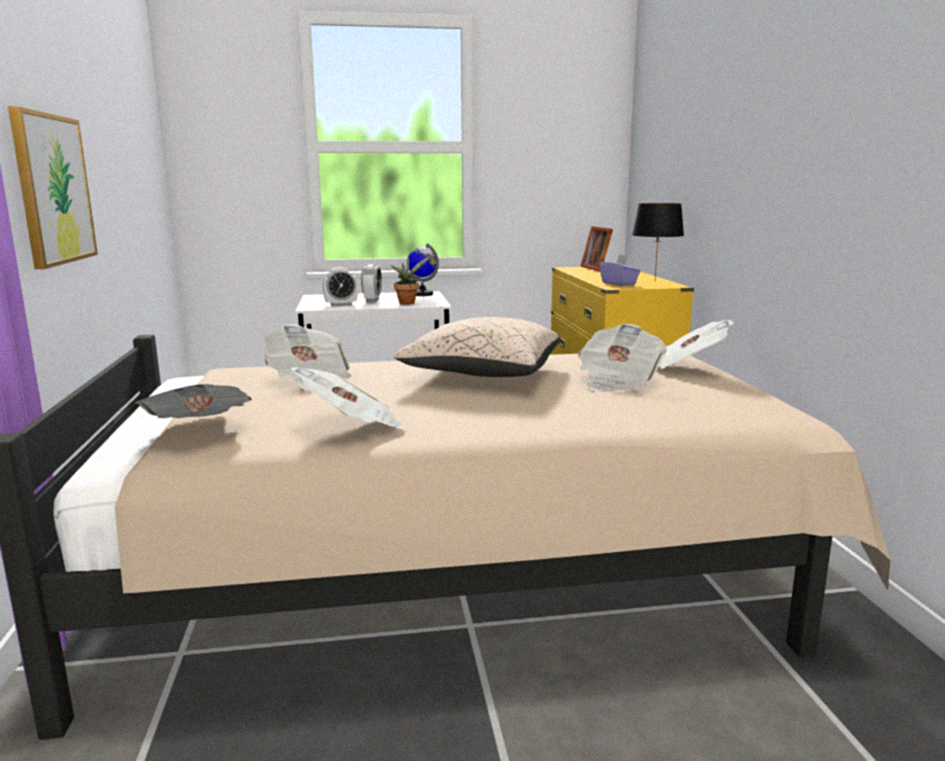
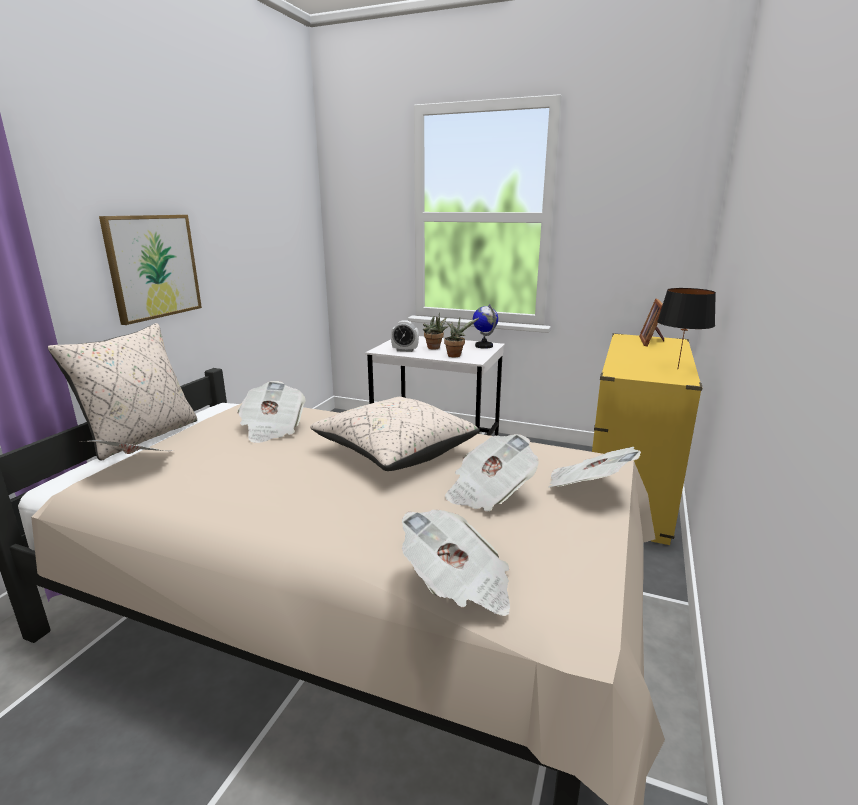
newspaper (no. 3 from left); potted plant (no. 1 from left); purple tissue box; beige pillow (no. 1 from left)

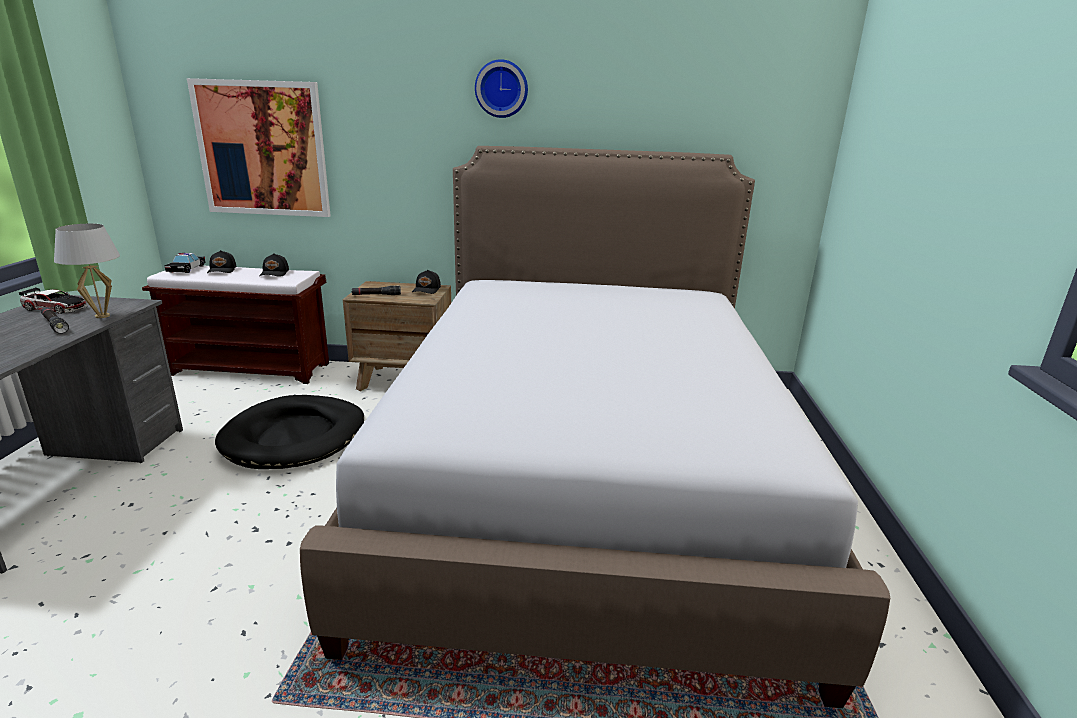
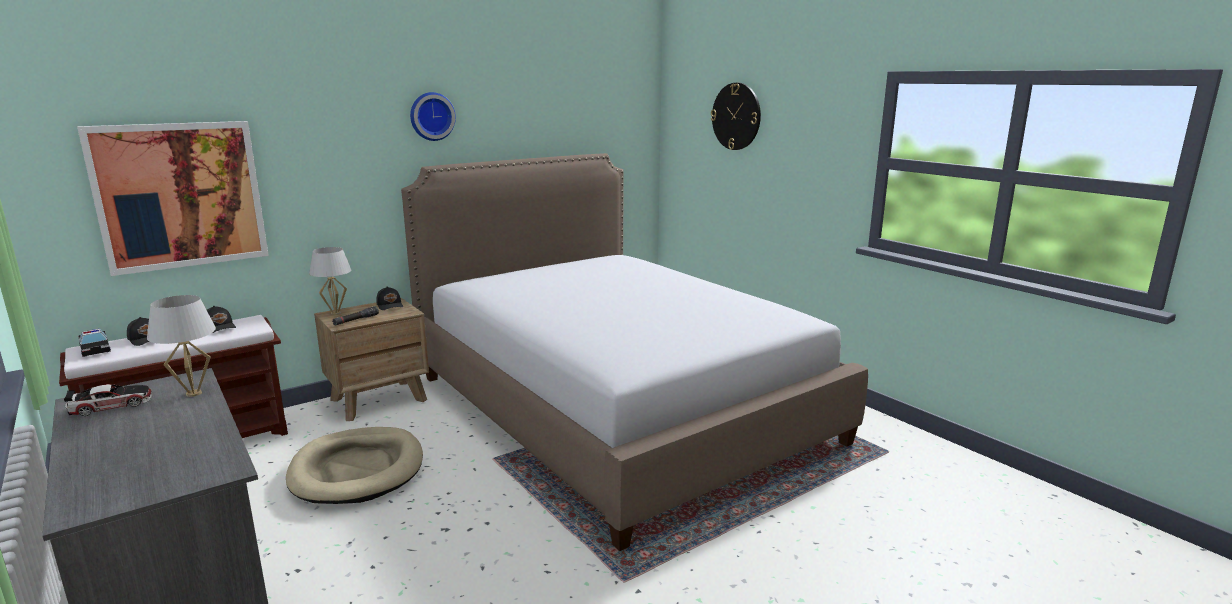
black flashlight (no. 1 from left in the first image); beige dog bed; white table lamp (no. 2 from left); wall clock (no. 2 from left)

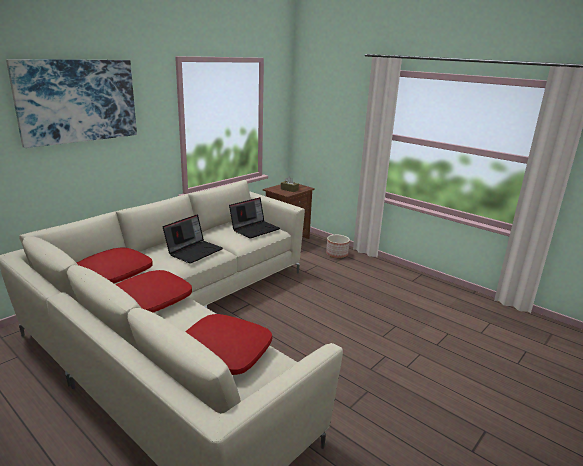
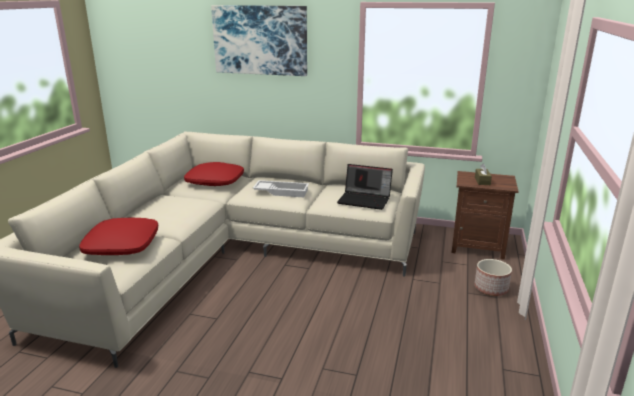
red pillow (no. 2 from left in the first image); white tray

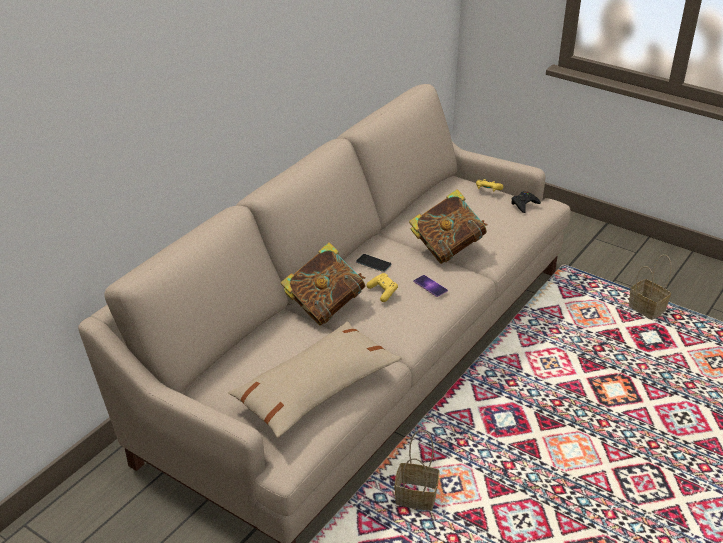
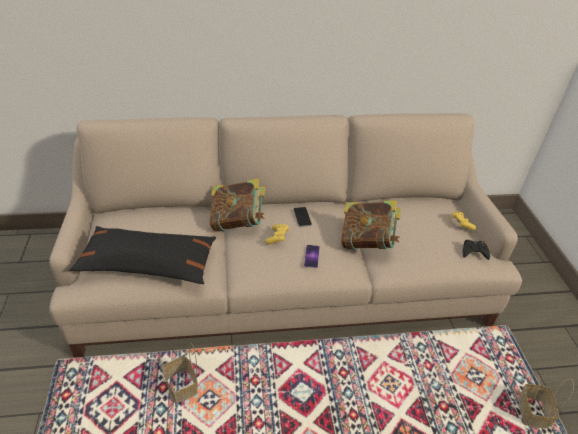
black pillow

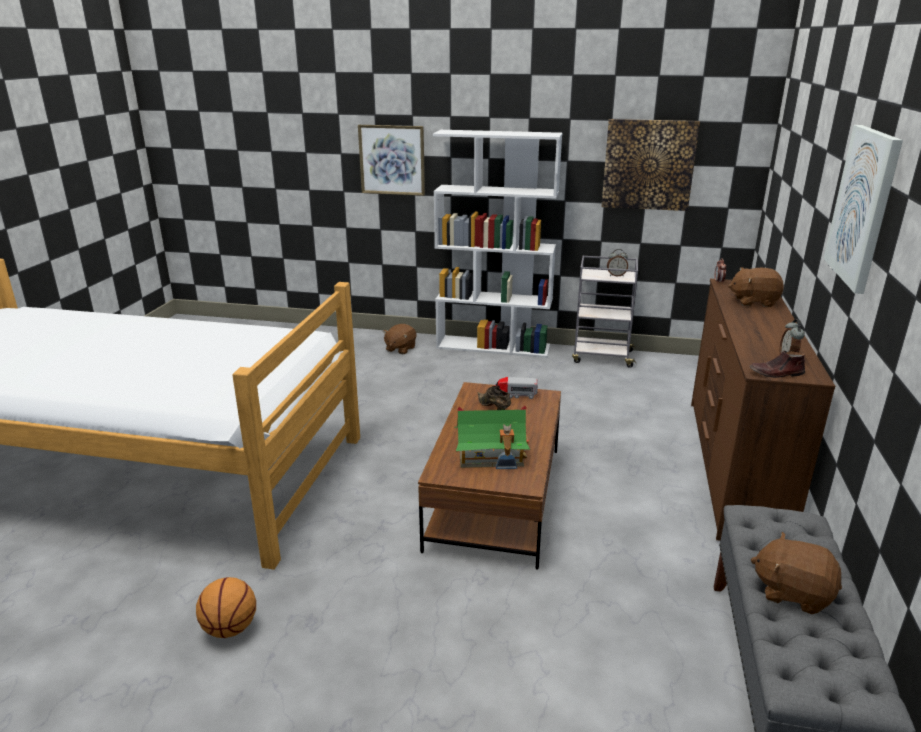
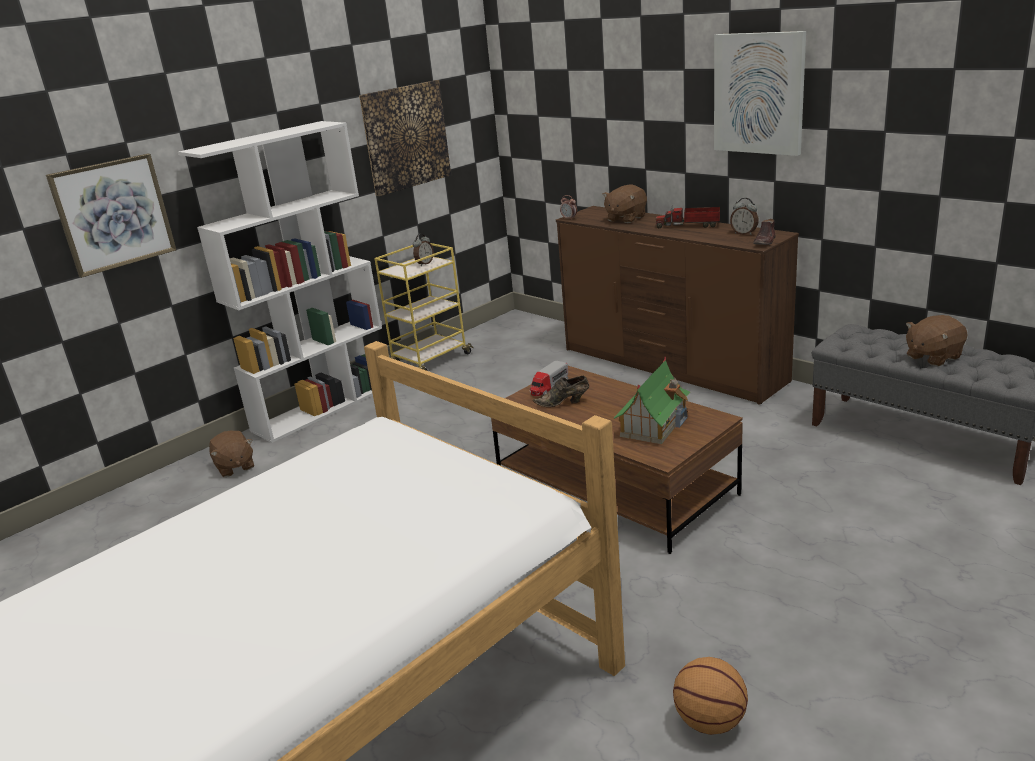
yellow cart; toy truck (no. 2 from left)

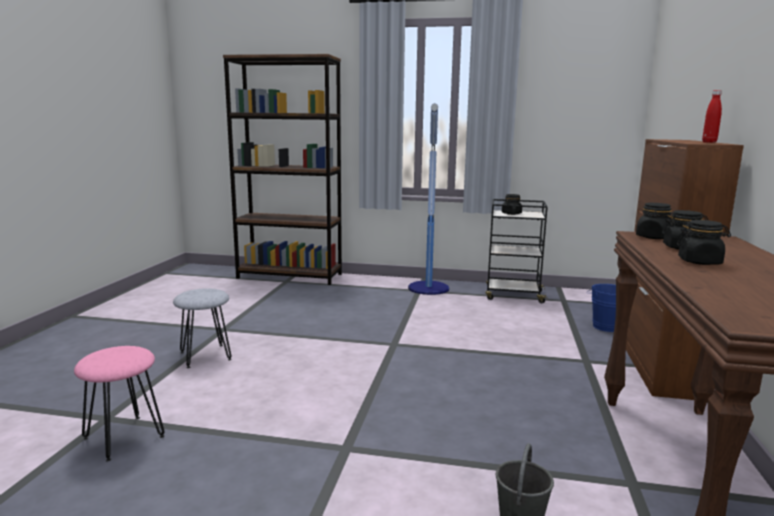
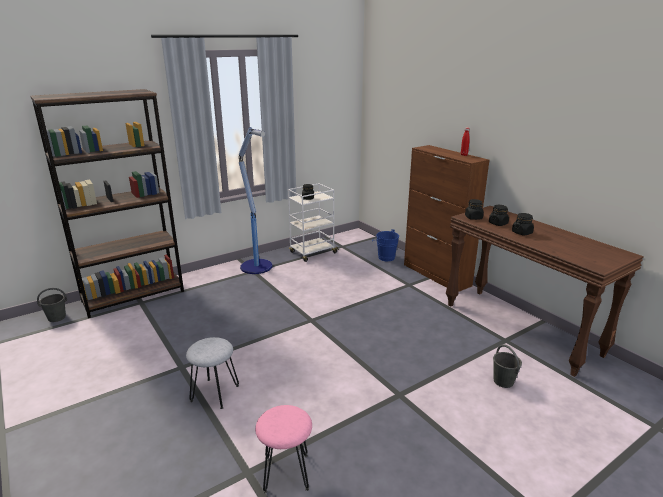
white cart; grey bucket (no. 1 from left)

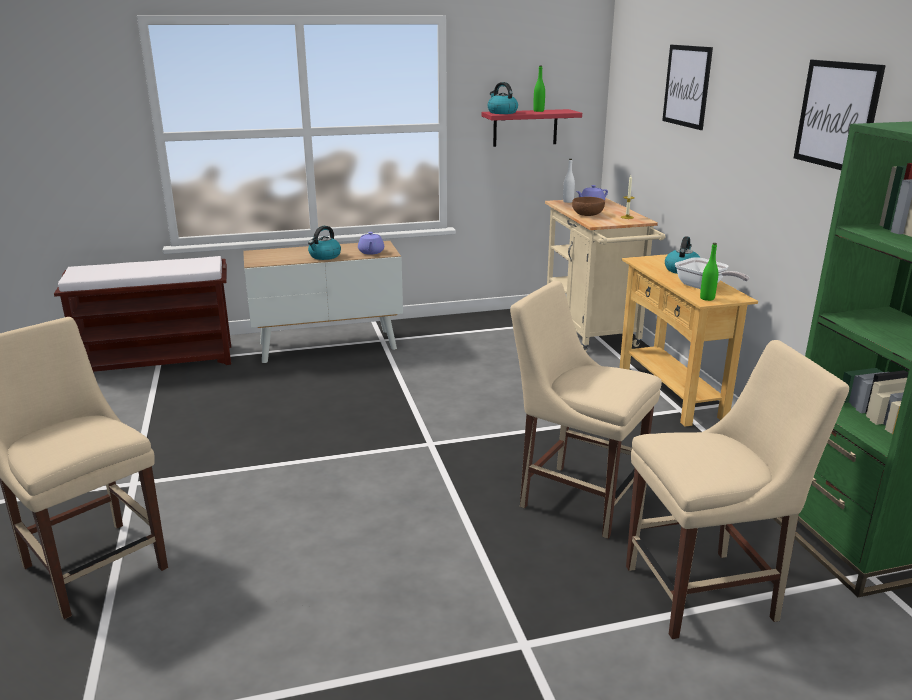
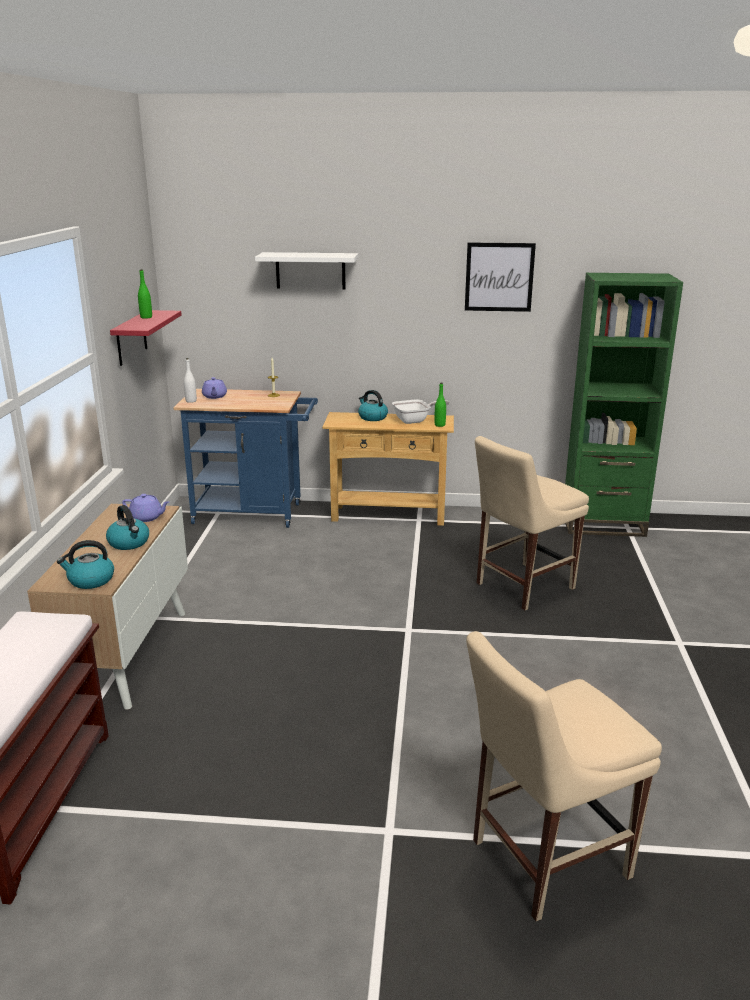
kettle (no. 1 from left); blue cart; brown bowl; beige chair (no. 3 from left in the first image); white shelf

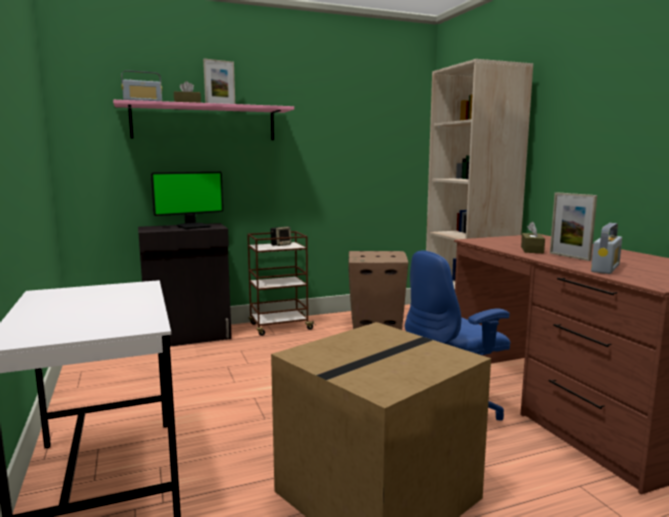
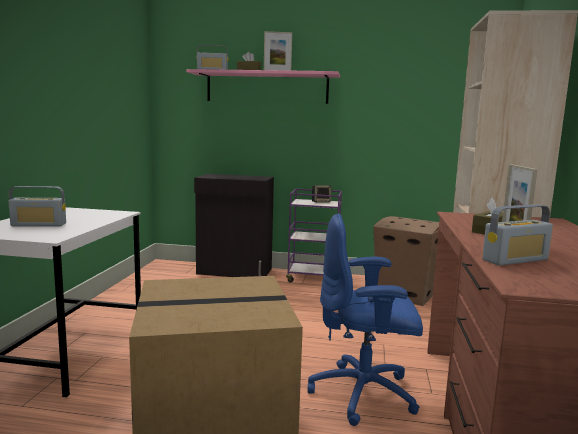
monitor; purple cart; radio (no. 1 from left)

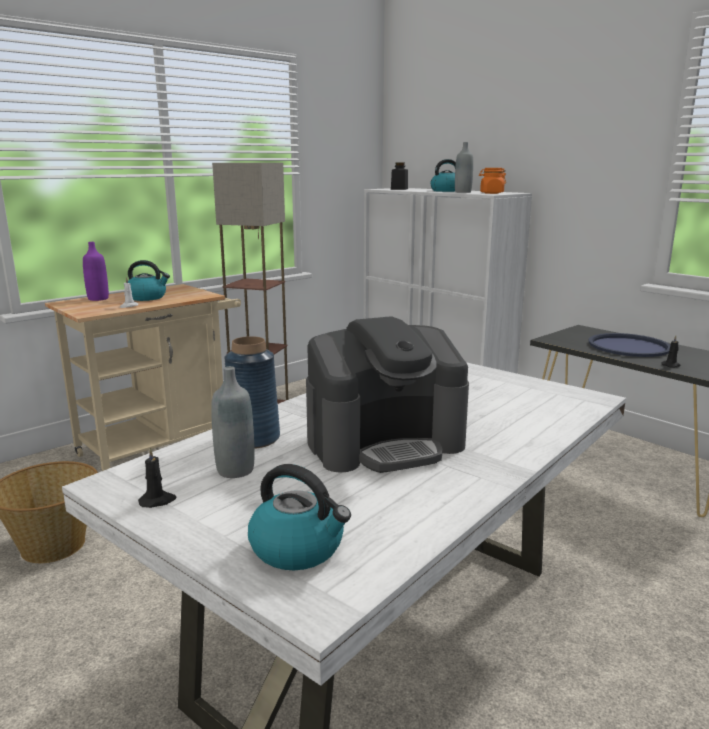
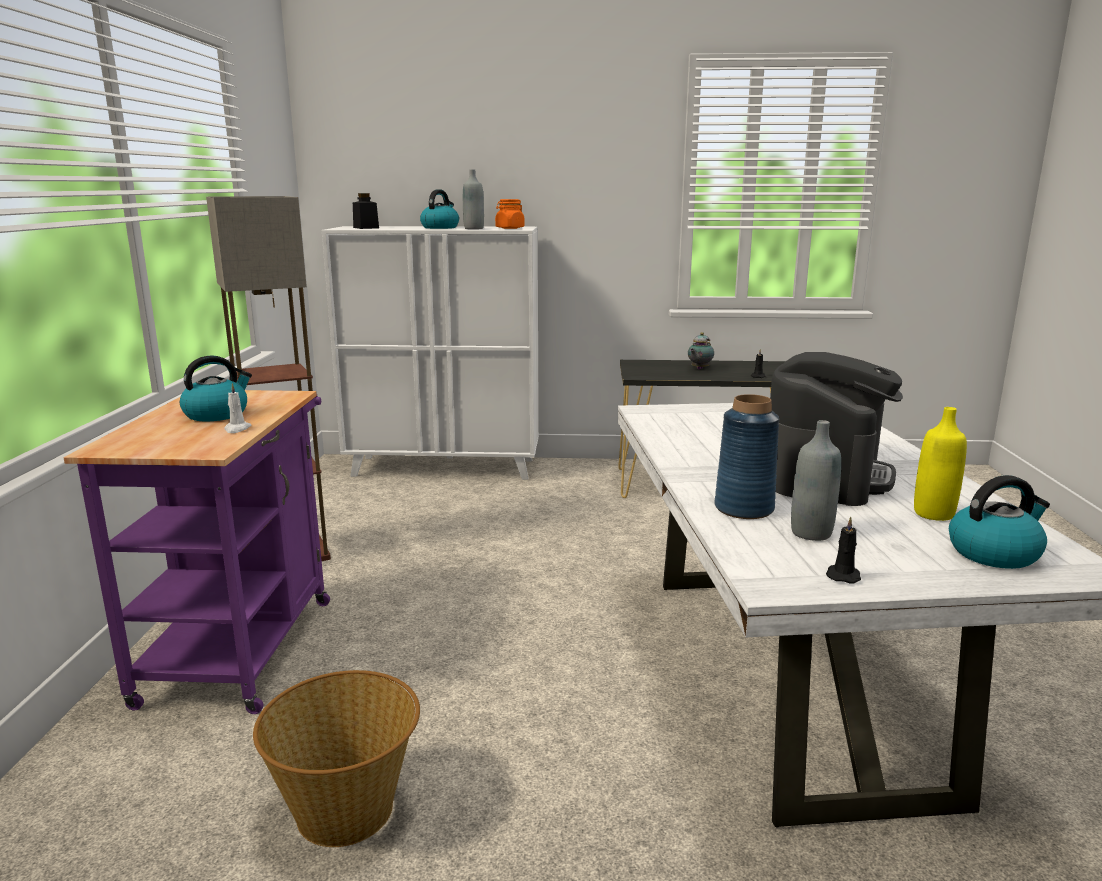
purple cart; purple bottle; teapot; yellow bottle

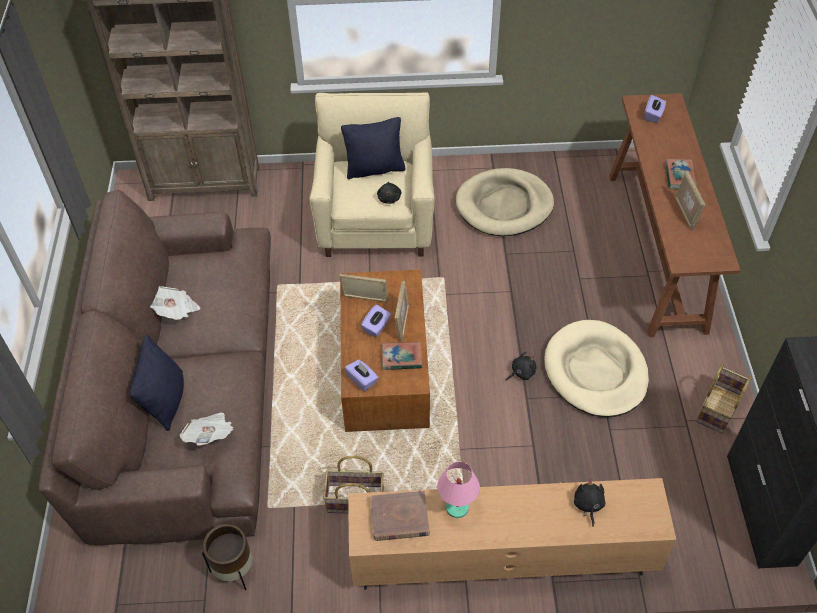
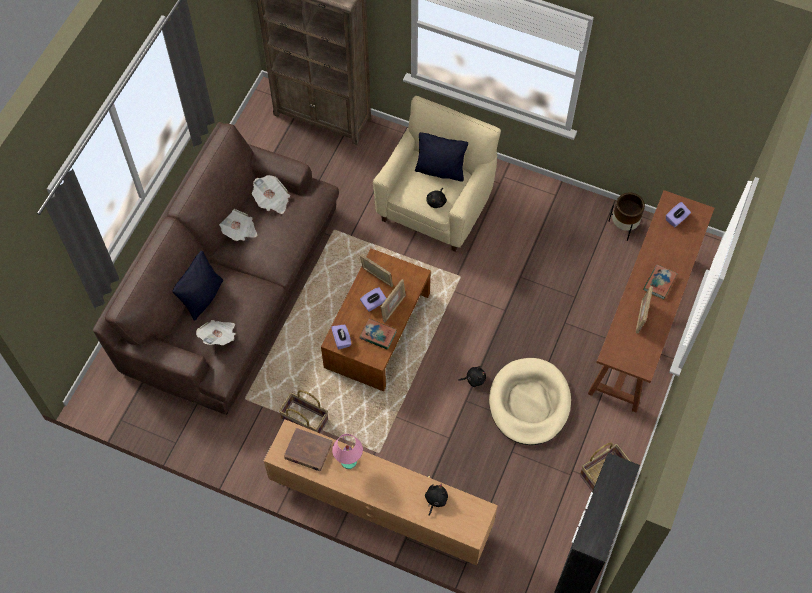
brown planter; beige dog bed (no. 1 from left in the first image); newspaper (no. 3 from left)

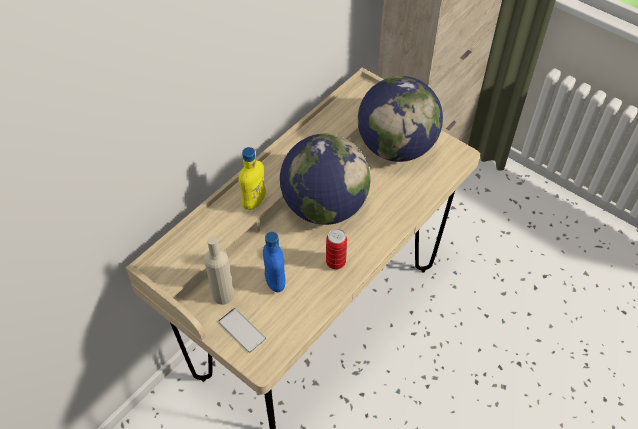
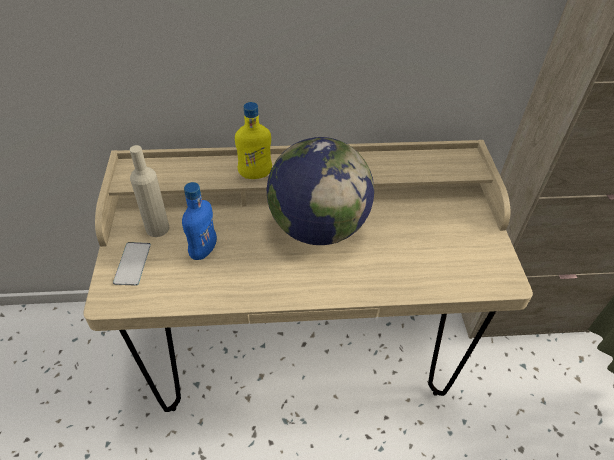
can; globe (no. 2 from left in the first image)

